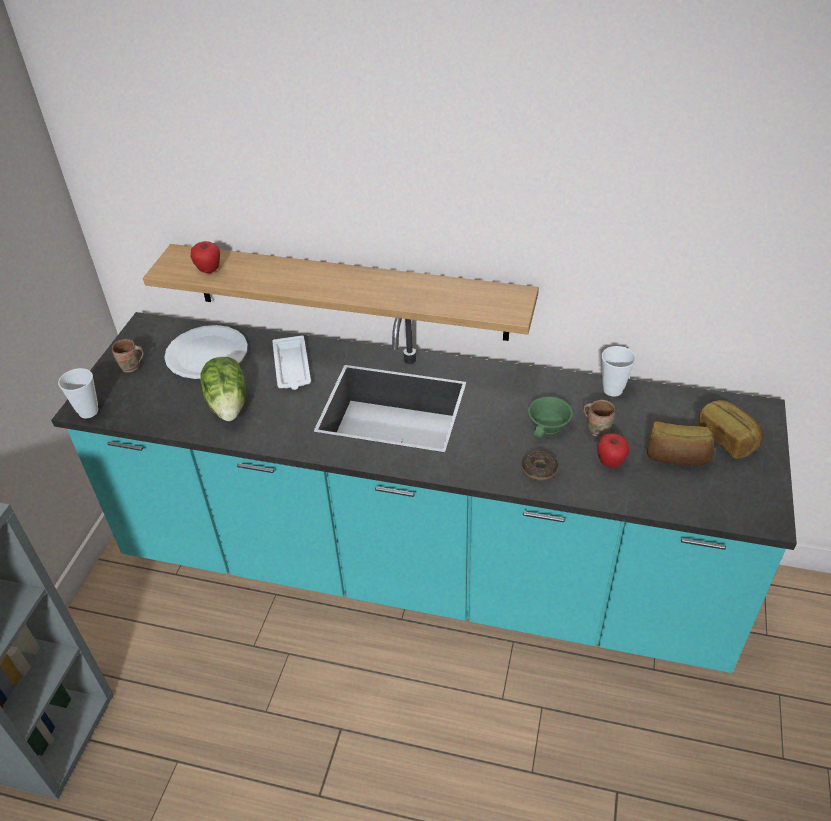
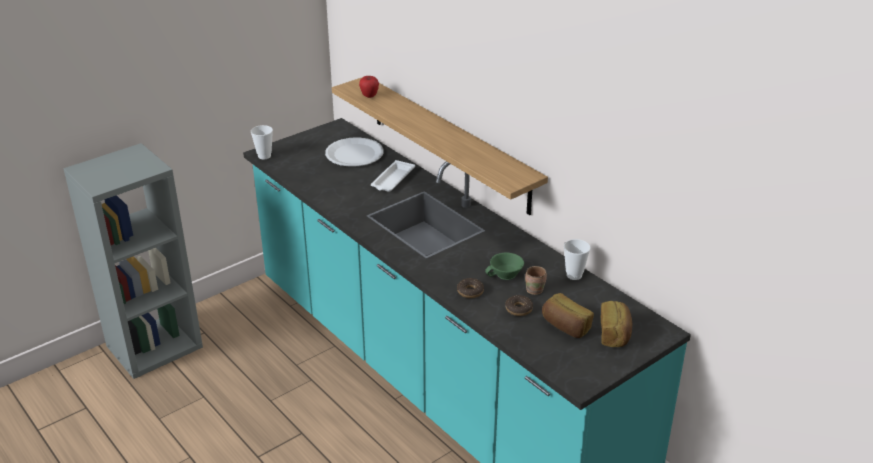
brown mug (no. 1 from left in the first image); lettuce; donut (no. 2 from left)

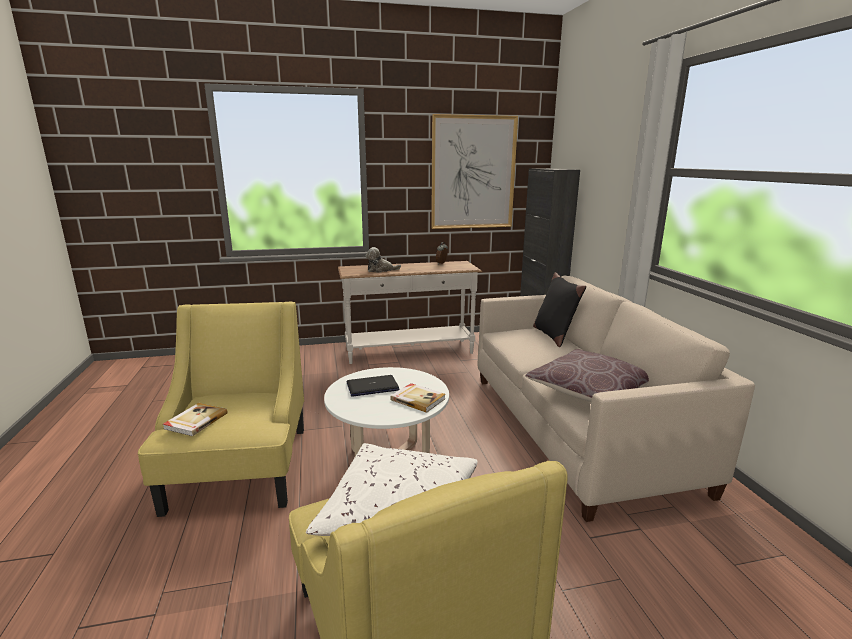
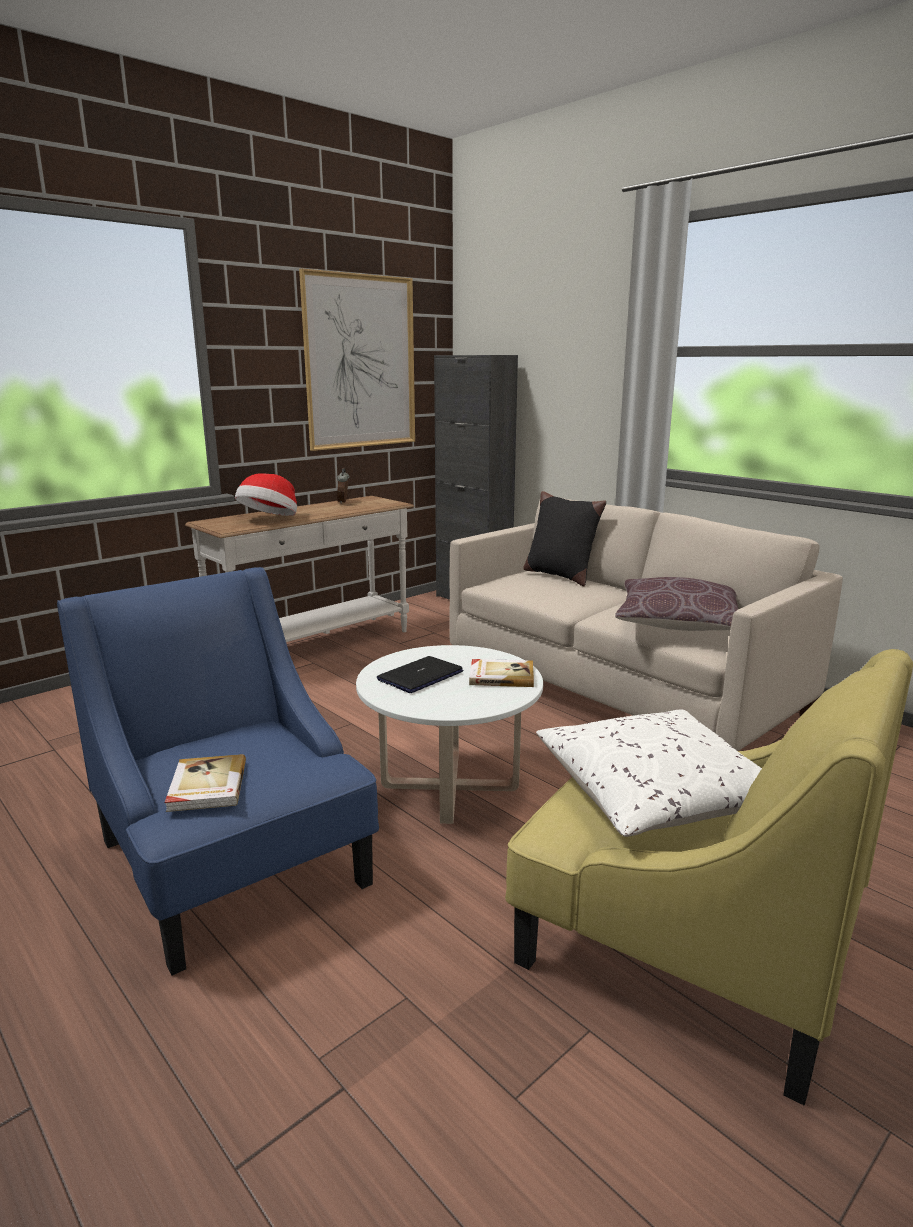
blue armchair; hat

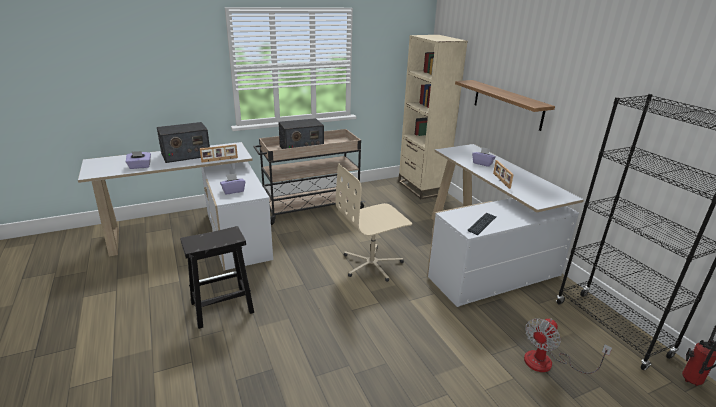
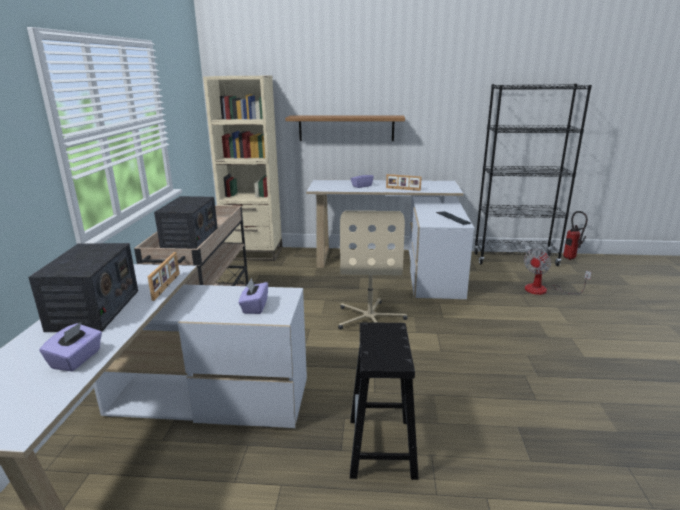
fan

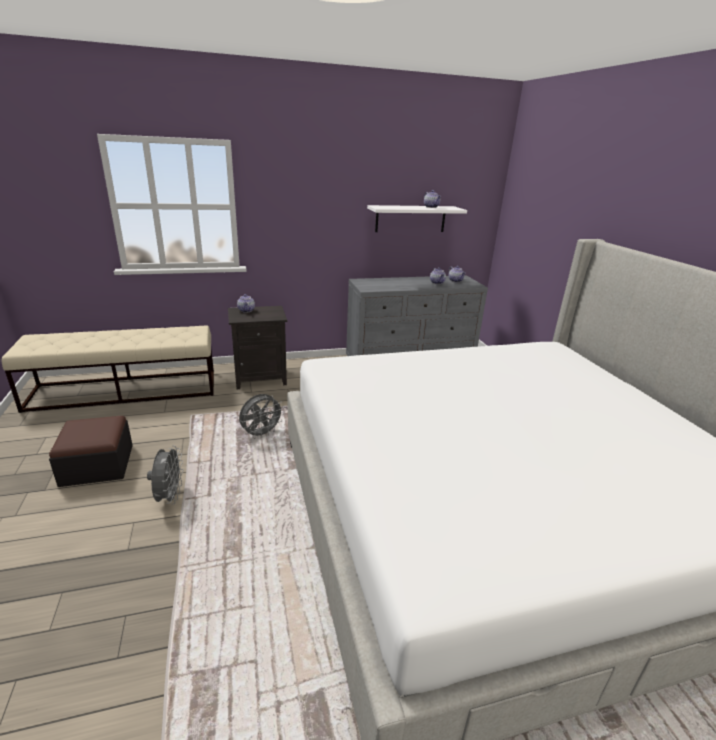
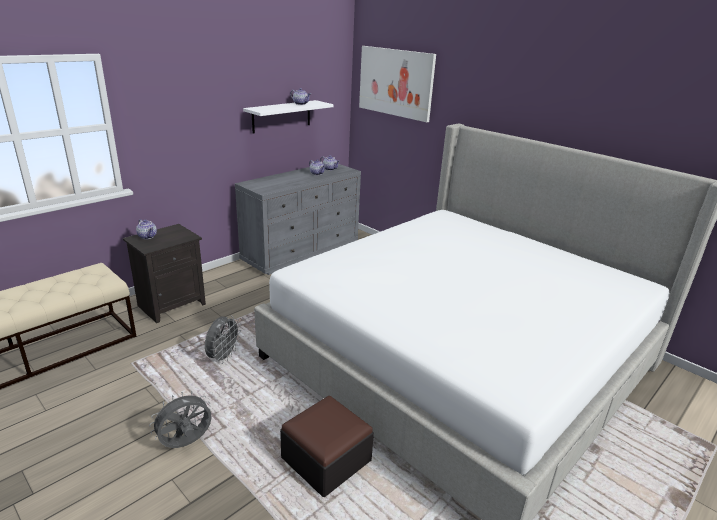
ottoman; grey fan (no. 1 from left); picture

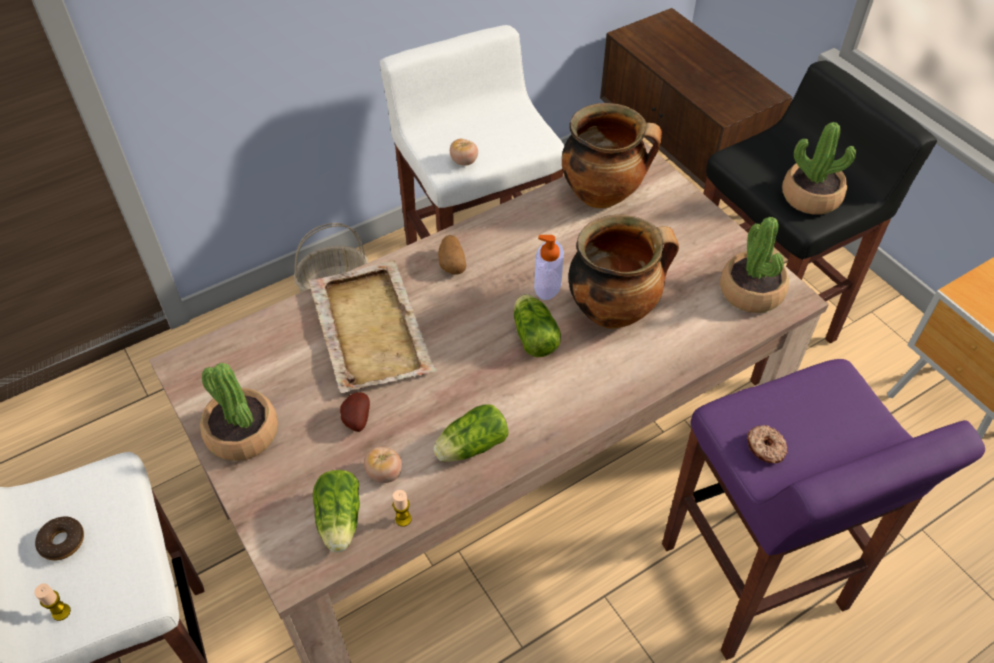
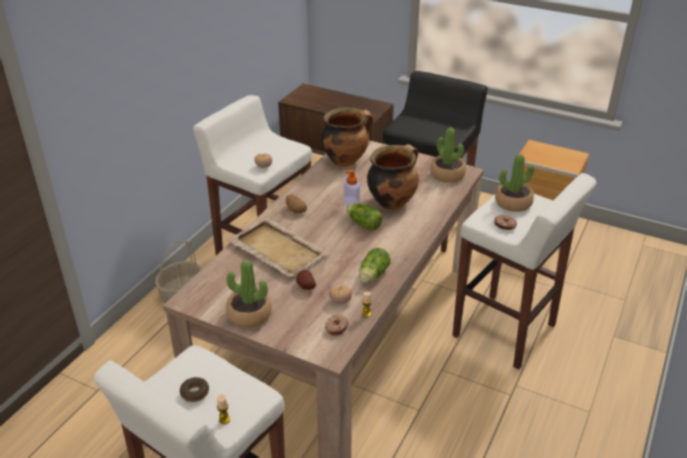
donut (no. 2 from left); white stool (no. 3 from left); potted plant (no. 3 from left)

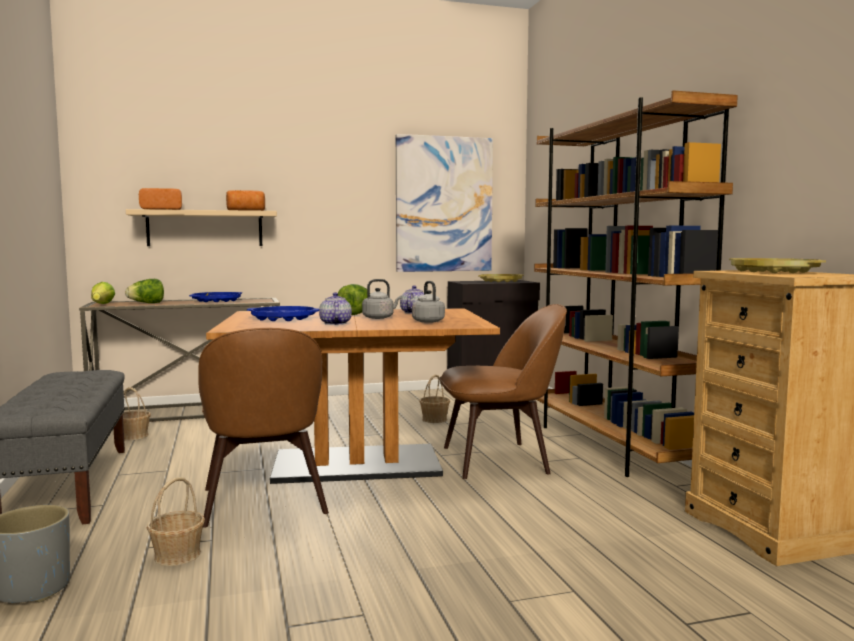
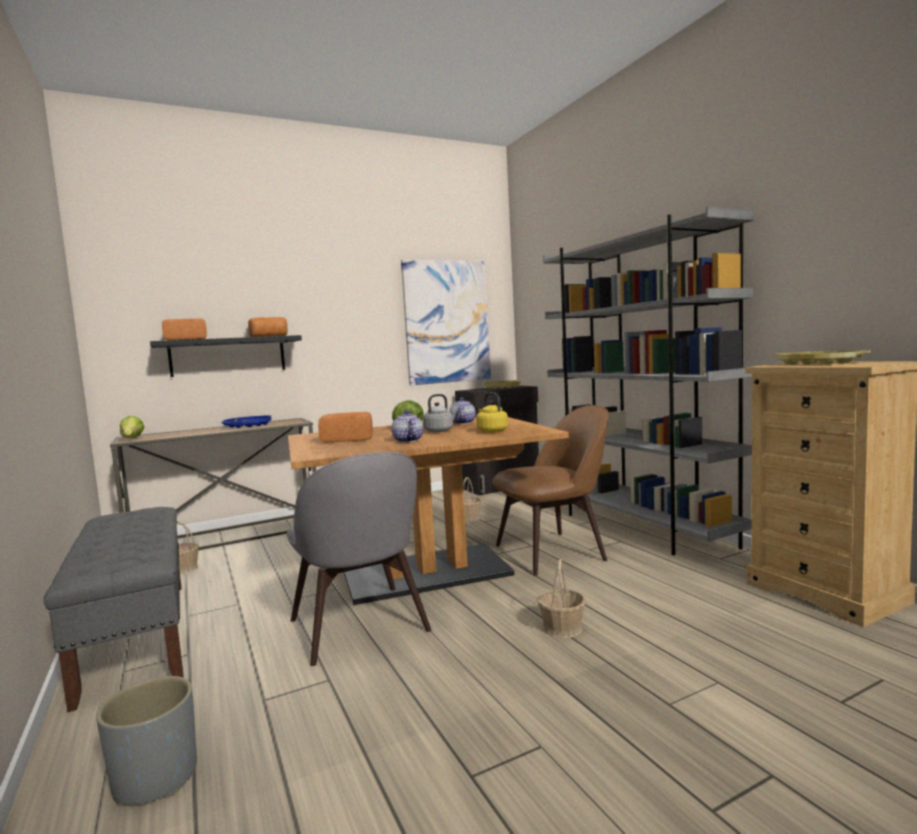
lettuce (no. 2 from left in the first image); black shelf; basket (no. 3 from left); grey chair; bread (no. 3 from left); yellow kettle; grey bookcase

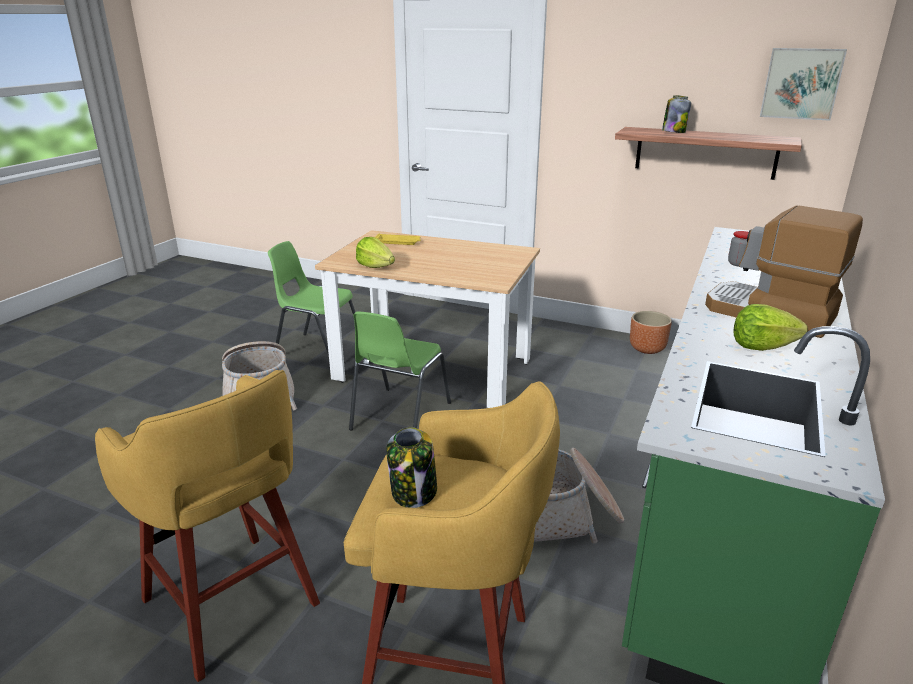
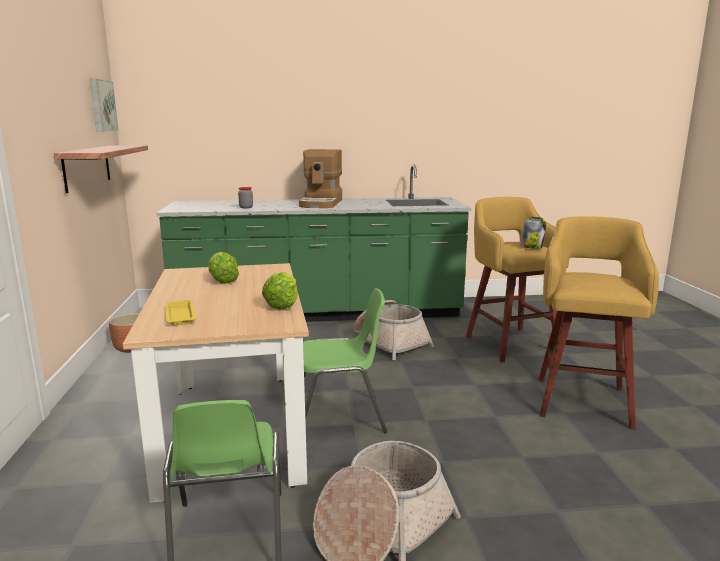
jar (no. 2 from left in the first image); lettuce (no. 1 from left)

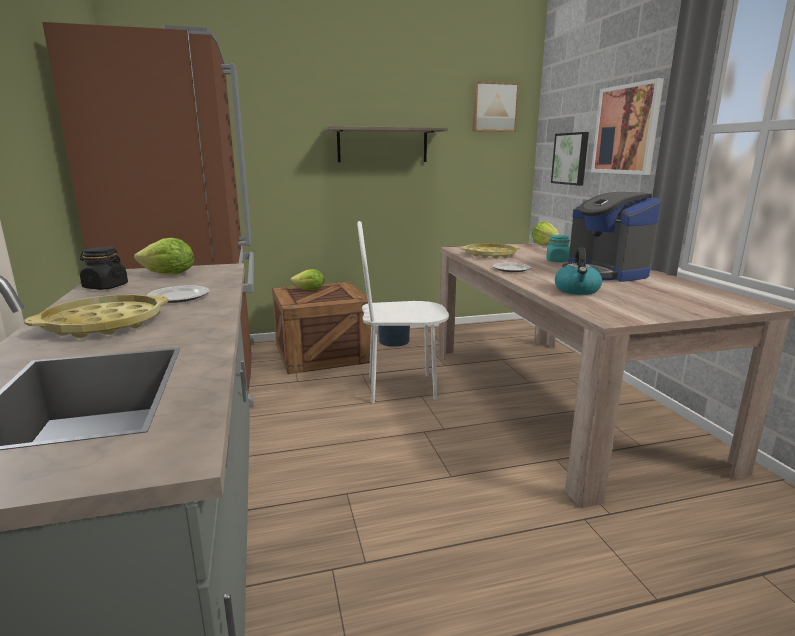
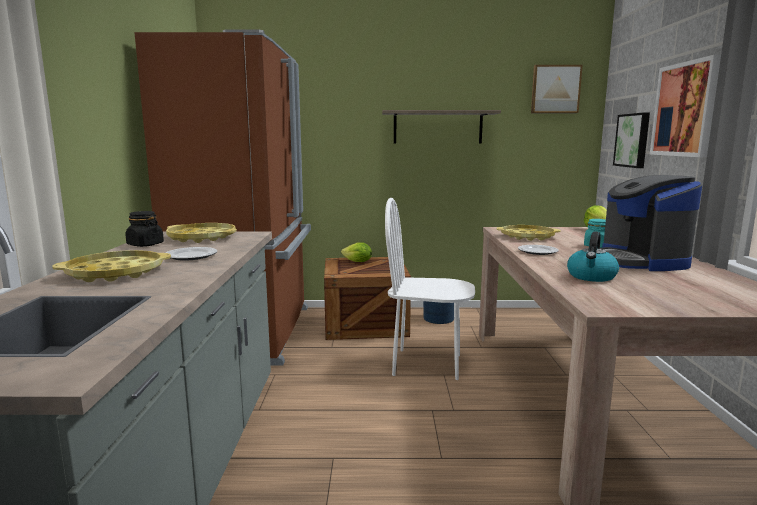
yellow tray (no. 2 from left)

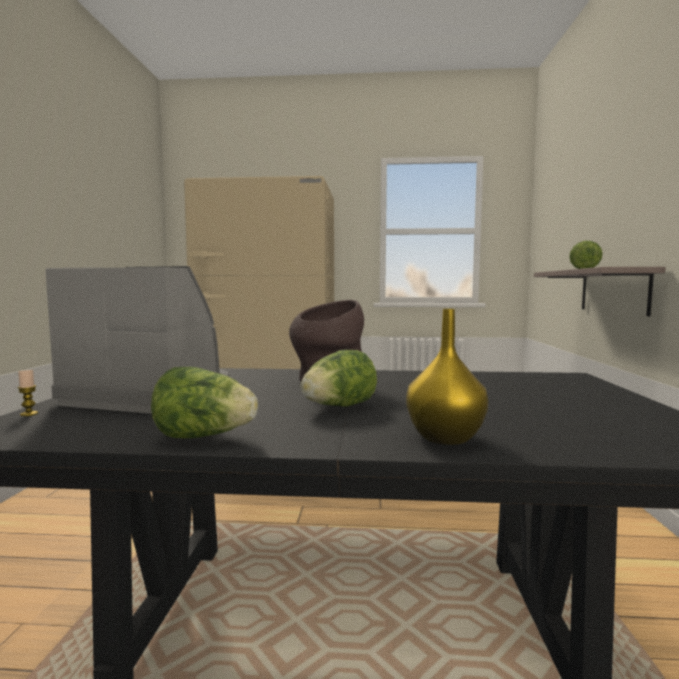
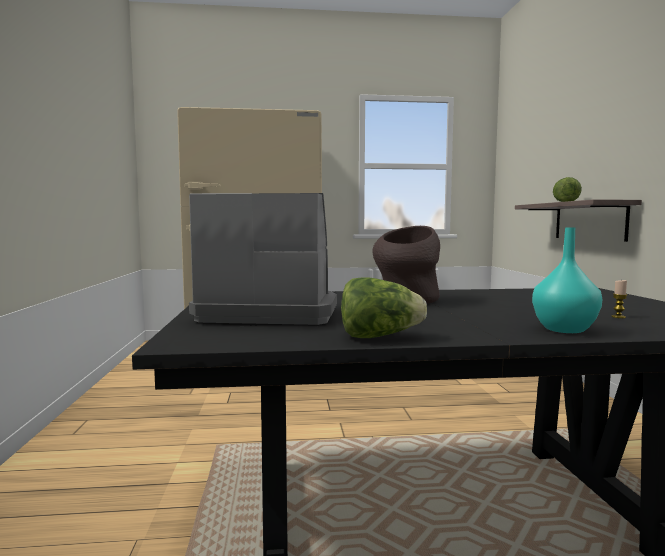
candle; lettuce (no. 2 from left in the first image); turquoise vase

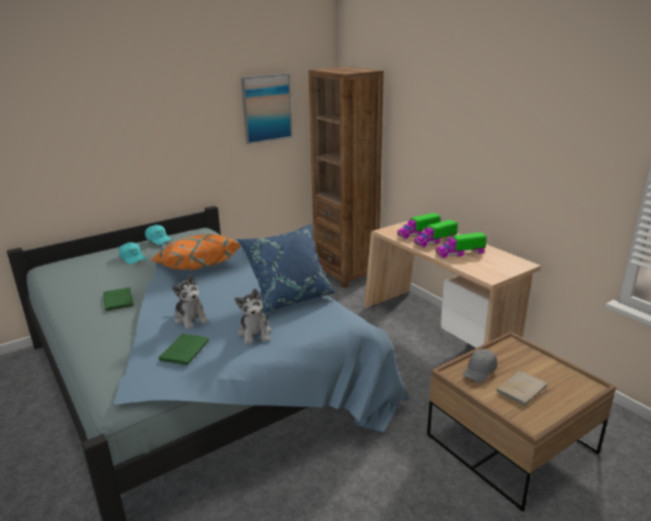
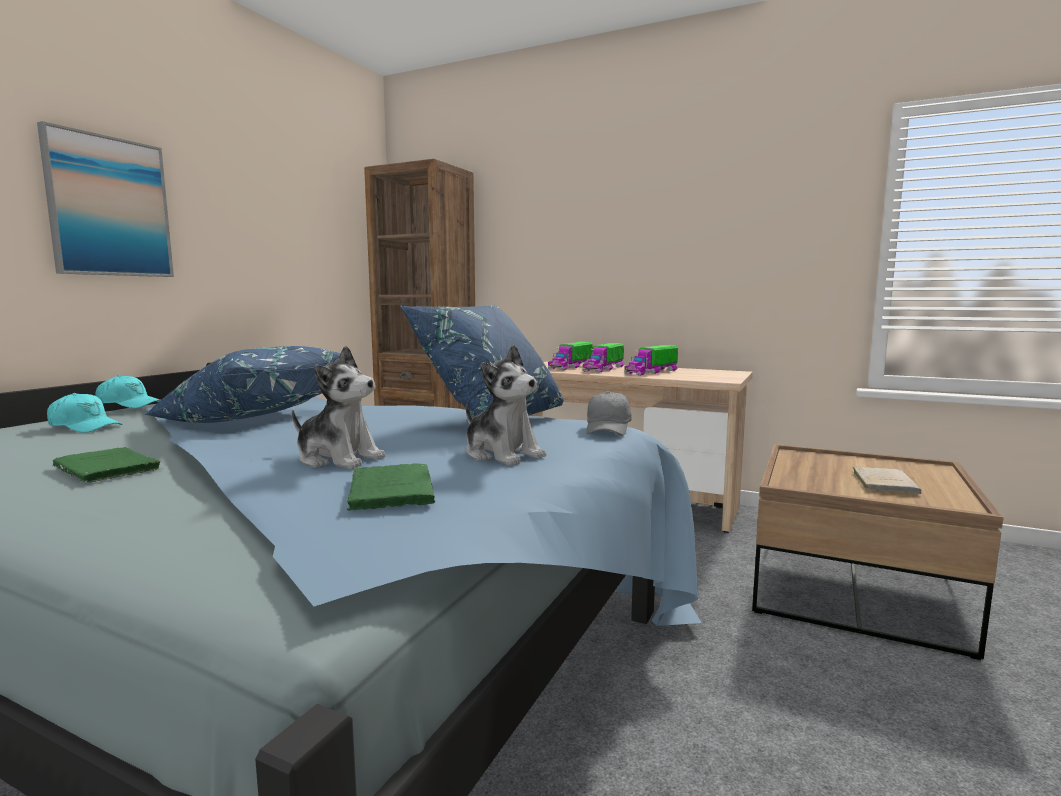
blue pillow (no. 1 from left); picture; grey cap

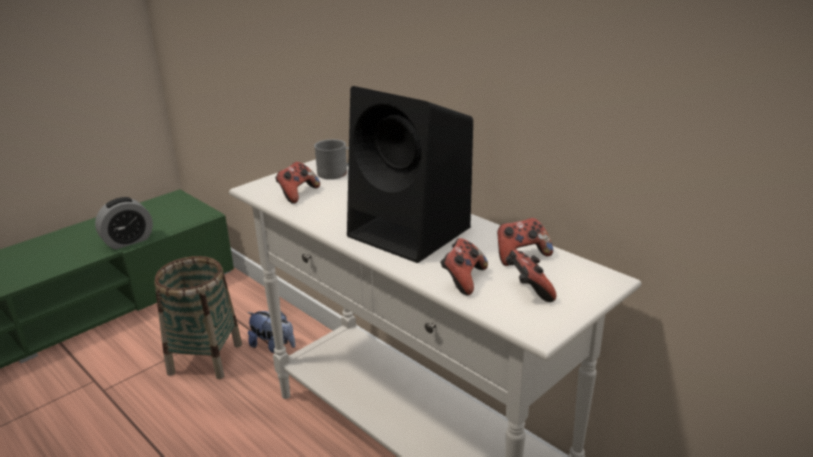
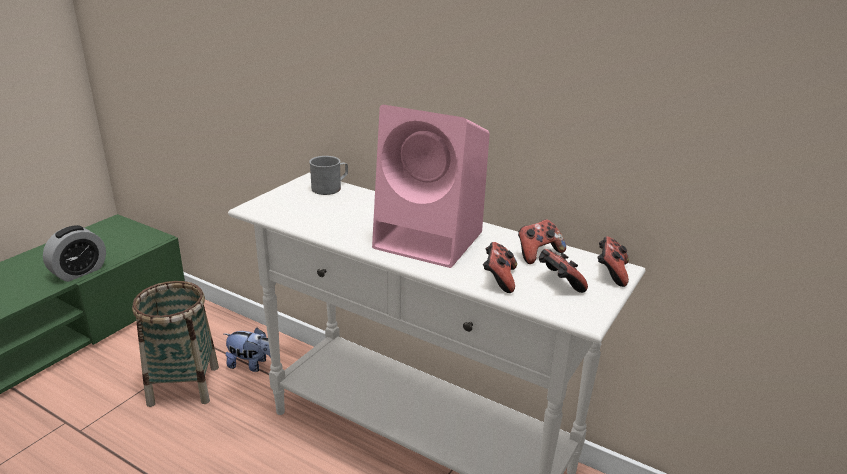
game controller (no. 4 from left); pink speaker

